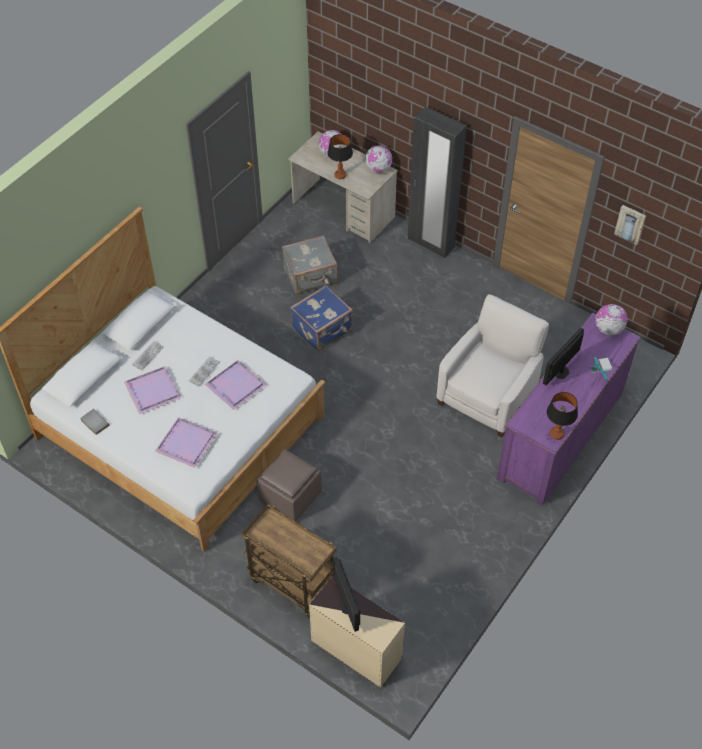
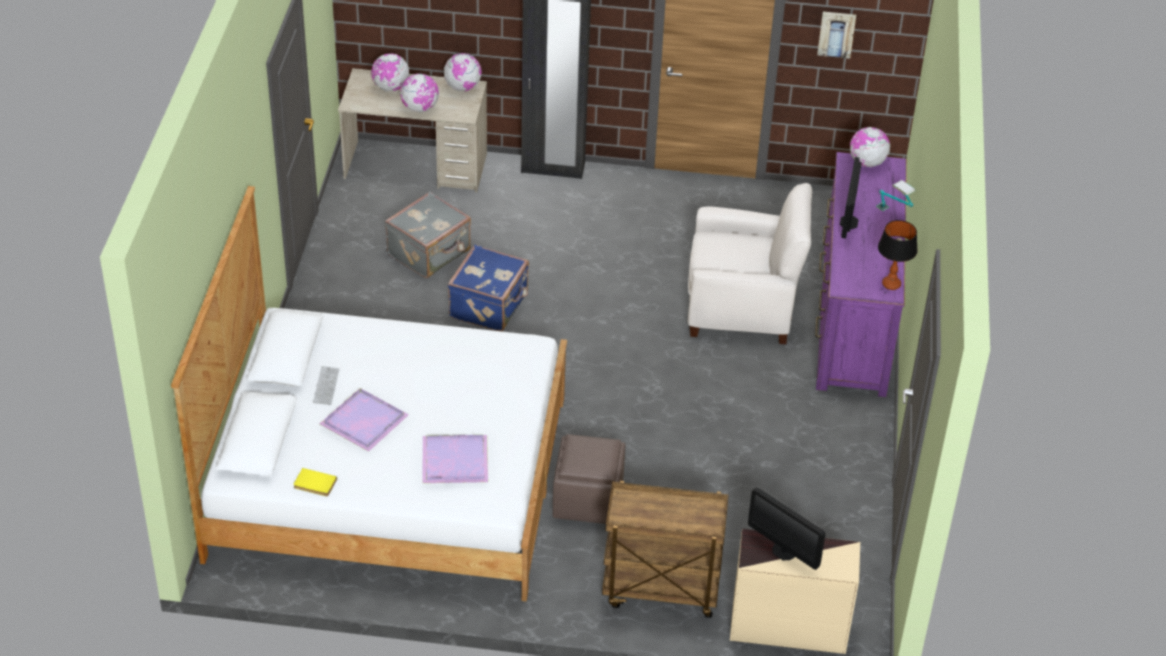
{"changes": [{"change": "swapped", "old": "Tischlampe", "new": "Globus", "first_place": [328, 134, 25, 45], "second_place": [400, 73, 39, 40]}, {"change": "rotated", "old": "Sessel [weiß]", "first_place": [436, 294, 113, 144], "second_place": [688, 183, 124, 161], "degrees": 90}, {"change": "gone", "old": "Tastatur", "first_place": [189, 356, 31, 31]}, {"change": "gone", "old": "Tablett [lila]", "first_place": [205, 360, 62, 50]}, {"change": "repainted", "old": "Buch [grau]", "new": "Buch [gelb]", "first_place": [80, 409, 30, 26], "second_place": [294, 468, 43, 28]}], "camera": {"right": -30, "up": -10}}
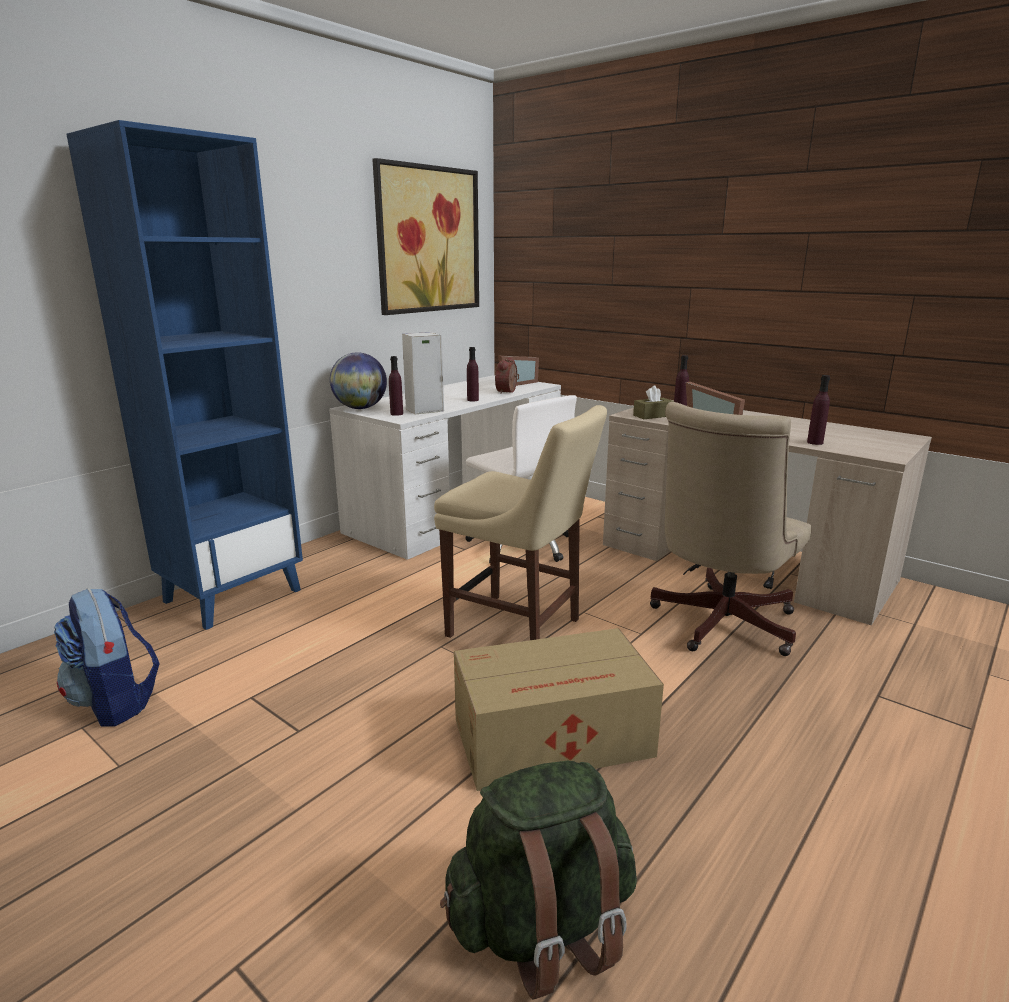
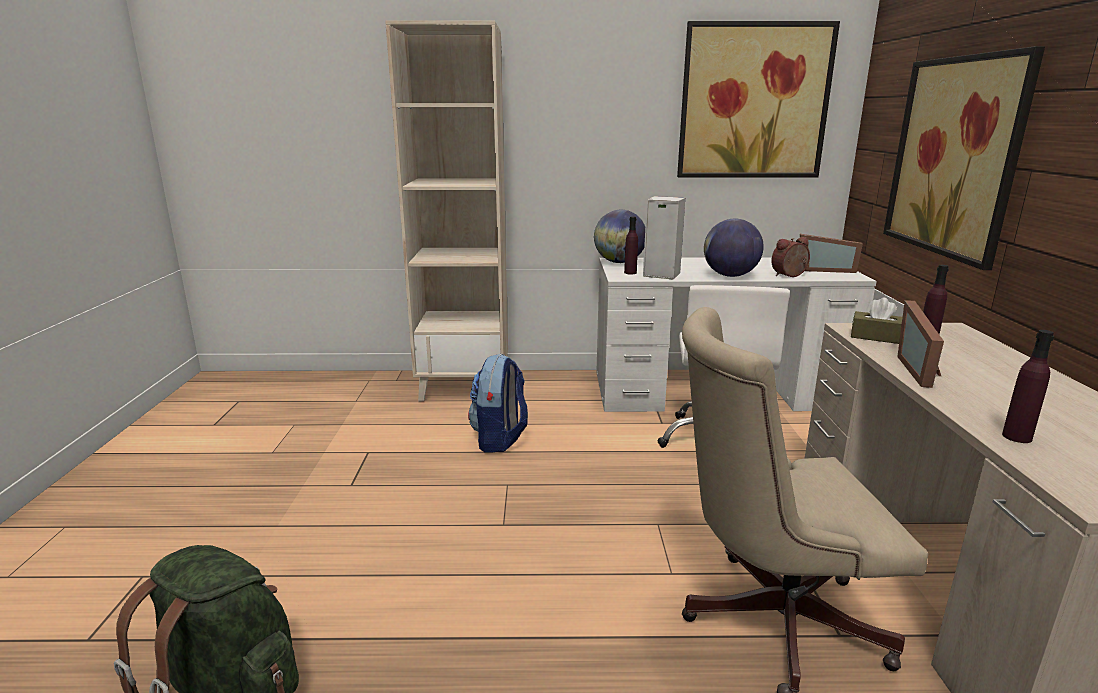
{"changes": [{"change": "repainted", "old": "Bücherregal [blau]", "new": "Bücherregal [beige]", "first_place": [66, 120, 237, 510], "second_place": [385, 20, 123, 382]}, {"change": "swapped", "old": "Flasche [lila]", "new": "Globus", "first_place": [467, 347, 12, 54], "second_place": [704, 219, 60, 58]}, {"change": "gone", "old": "Stuhl [beige]", "first_place": [434, 405, 173, 235]}, {"change": "shifted", "old": "Rucksack", "first_place": [54, 588, 106, 138], "second_place": [468, 354, 60, 99]}, {"change": "gone", "old": "Karton", "first_place": [454, 628, 210, 163]}, {"change": "new", "new": "Bild", "second_place": [883, 46, 162, 224]}], "camera": {"right": 50, "up": 0}}
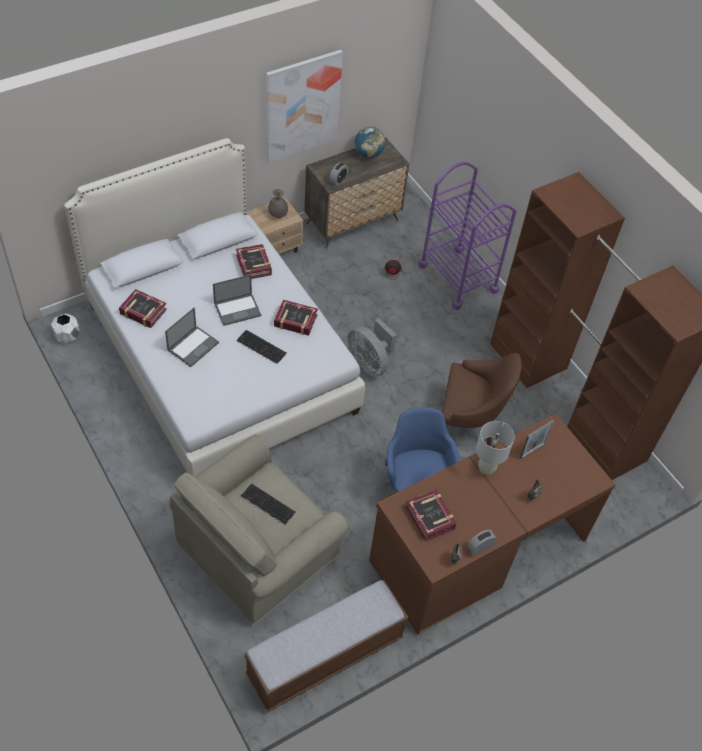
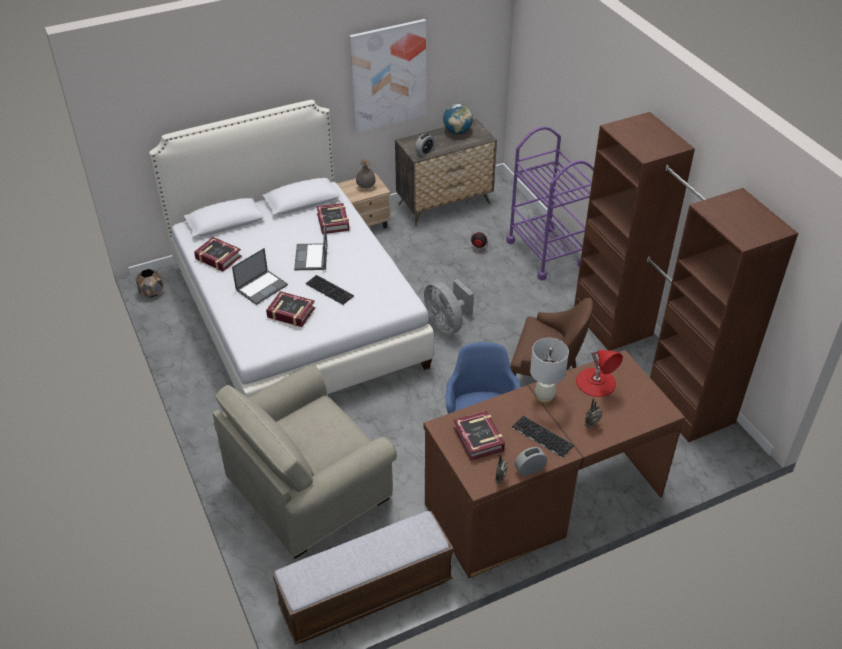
{"changes": [{"change": "rotated", "old": "Laptop", "first_place": [213, 275, 48, 51], "second_place": [294, 222, 33, 48], "degrees": 105}, {"change": "shifted", "old": "Buch", "first_place": [274, 300, 44, 36], "second_place": [266, 291, 49, 36]}, {"change": "repainted", "old": "Pflanzkübel [weiß]", "new": "Pflanzkübel [braun]", "first_place": [51, 313, 29, 30], "second_place": [136, 269, 28, 29]}, {"change": "swapped", "old": "Bilderrahmen", "new": "Tischlampe [rot]", "first_place": [520, 420, 34, 39], "second_place": [576, 349, 47, 48]}, {"change": "shifted", "old": "Tastatur", "first_place": [241, 483, 55, 42], "second_place": [512, 415, 62, 43]}], "camera": {"right": 10, "up": -10}}
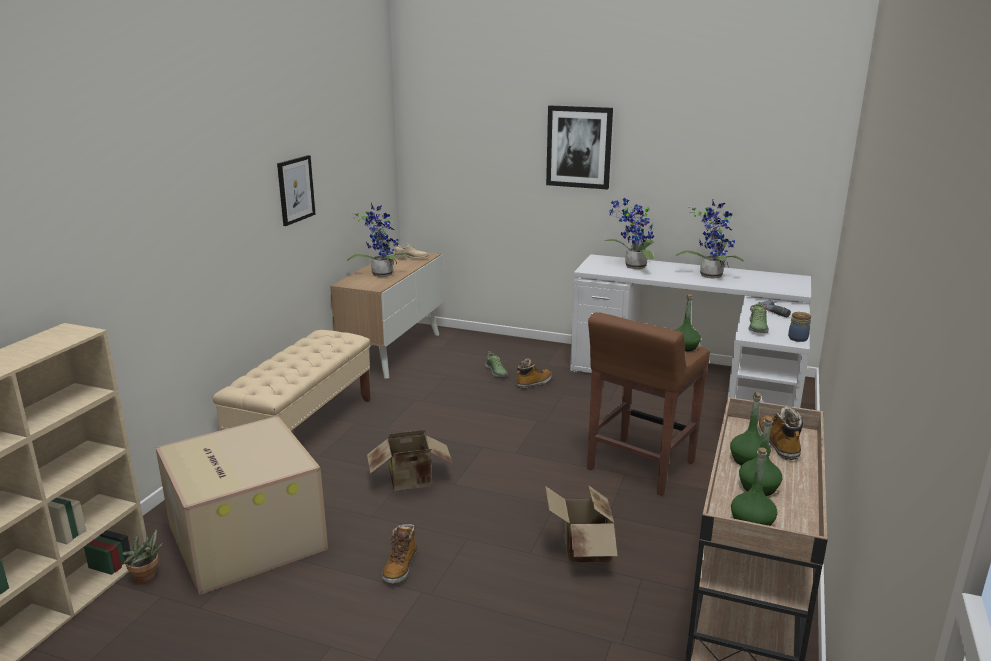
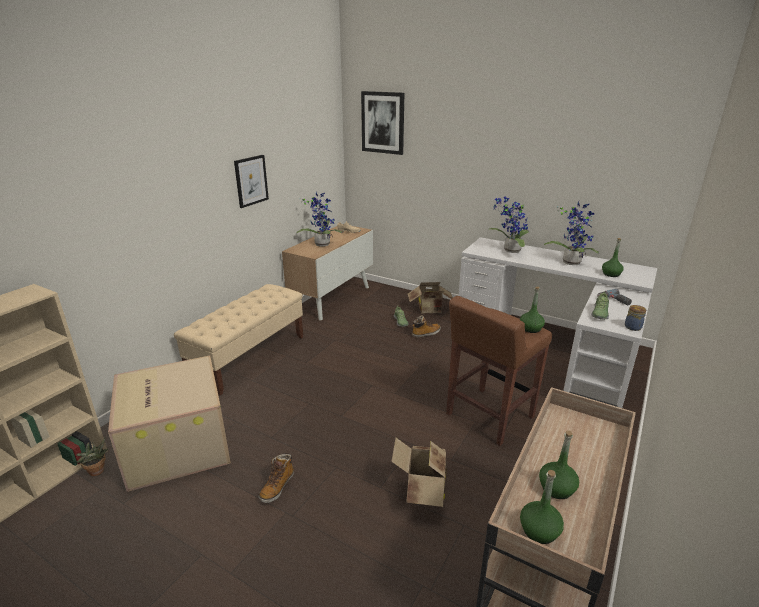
{"changes": [{"change": "shifted", "old": "Bild", "first_place": [546, 105, 67, 85], "second_place": [361, 91, 43, 64]}, {"change": "shifted", "old": "Flasche [grün]", "first_place": [730, 392, 41, 73], "second_place": [602, 238, 22, 39]}, {"change": "gone", "old": "Stiefel", "first_place": [758, 407, 45, 53]}, {"change": "shifted", "old": "Karton", "first_place": [367, 430, 86, 61], "second_place": [408, 282, 45, 31]}], "camera": {"right": 10, "up": 5}}
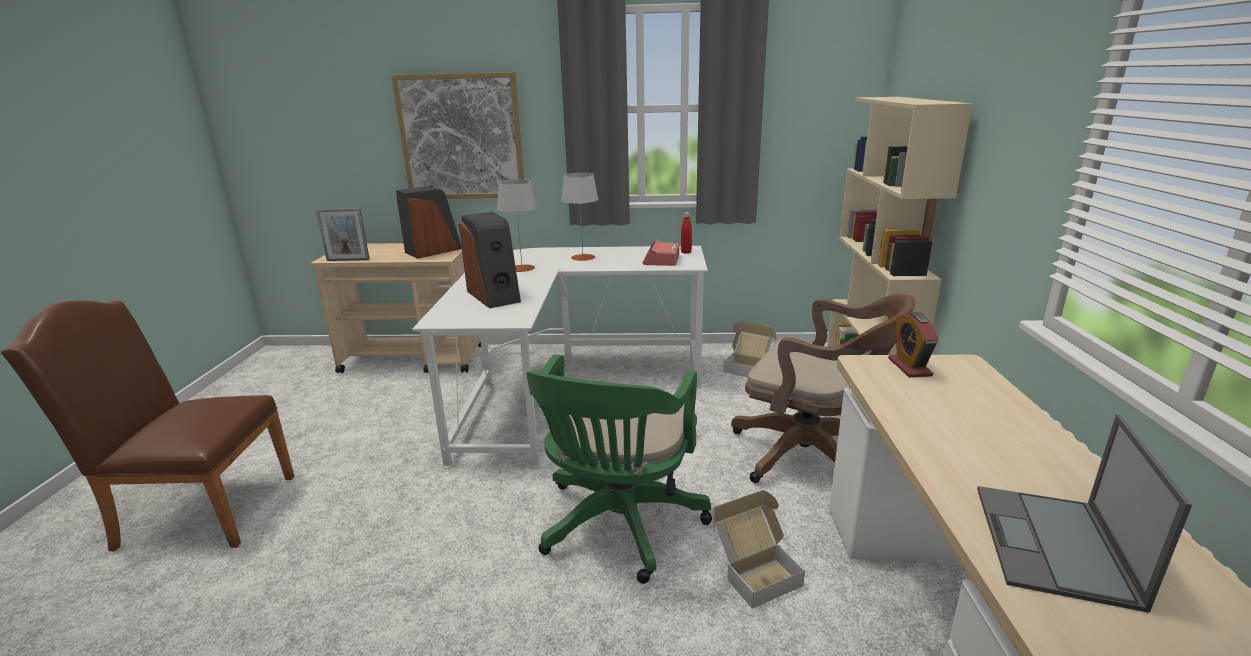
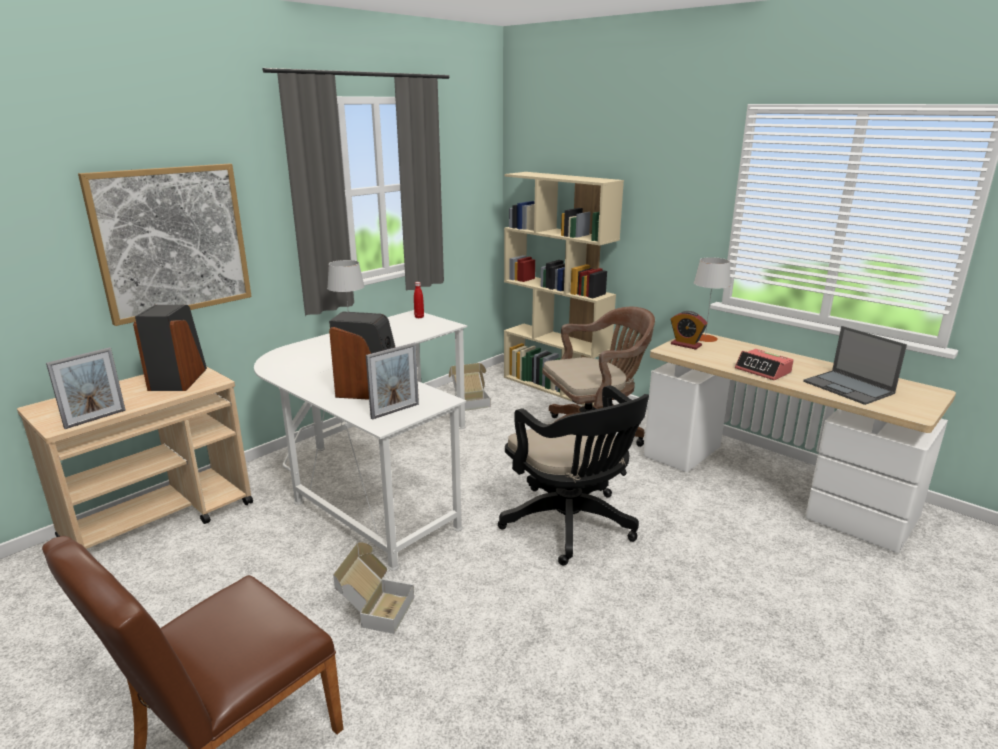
{"changes": [{"change": "shifted", "old": "Tischlampe [grau]", "first_place": [497, 179, 39, 93], "second_place": [694, 257, 37, 85]}, {"change": "shifted", "old": "Wecker", "first_place": [643, 240, 36, 26], "second_place": [735, 349, 59, 31]}, {"change": "repainted", "old": "Bürostuhl [grün]", "new": "Bürostuhl [schwarz]", "first_place": [526, 354, 186, 230], "second_place": [498, 385, 151, 180]}, {"change": "shifted", "old": "Karton", "first_place": [713, 490, 92, 119], "second_place": [333, 542, 81, 92]}, {"change": "new", "new": "Bilderrahmen", "second_place": [366, 343, 53, 77]}], "camera": {"right": -50, "up": 0}}
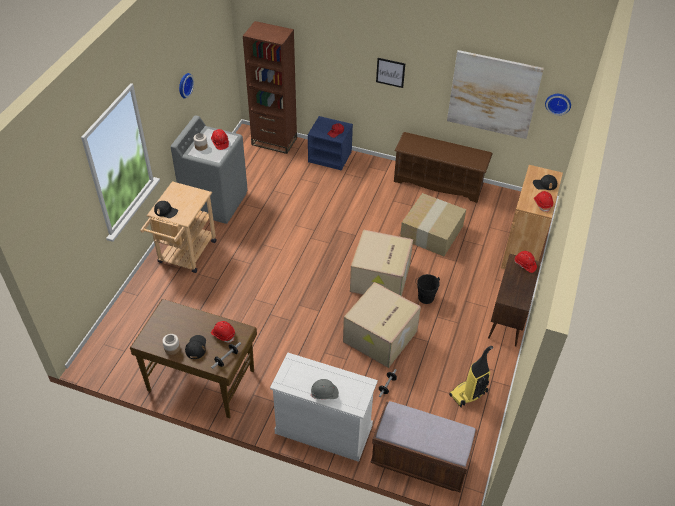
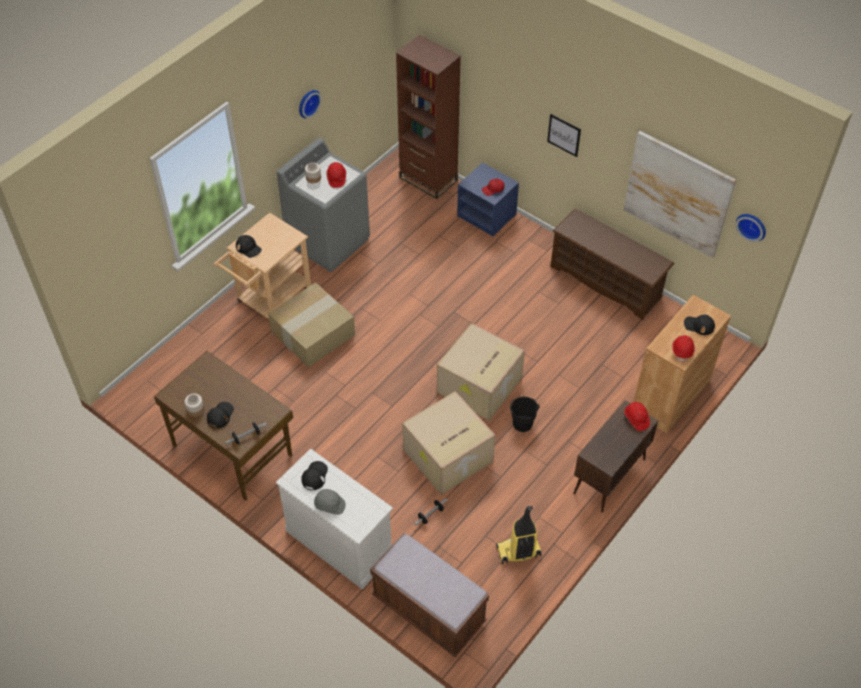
{"changes": [{"change": "shifted", "old": "Karton", "first_place": [400, 193, 66, 63], "second_place": [268, 282, 87, 85]}, {"change": "gone", "old": "Schutzhelm [rot]", "first_place": [211, 321, 24, 22]}, {"change": "new", "new": "Kappe [schwarz]", "second_place": [302, 461, 26, 29]}], "camera": {"right": 20, "up": 5}}
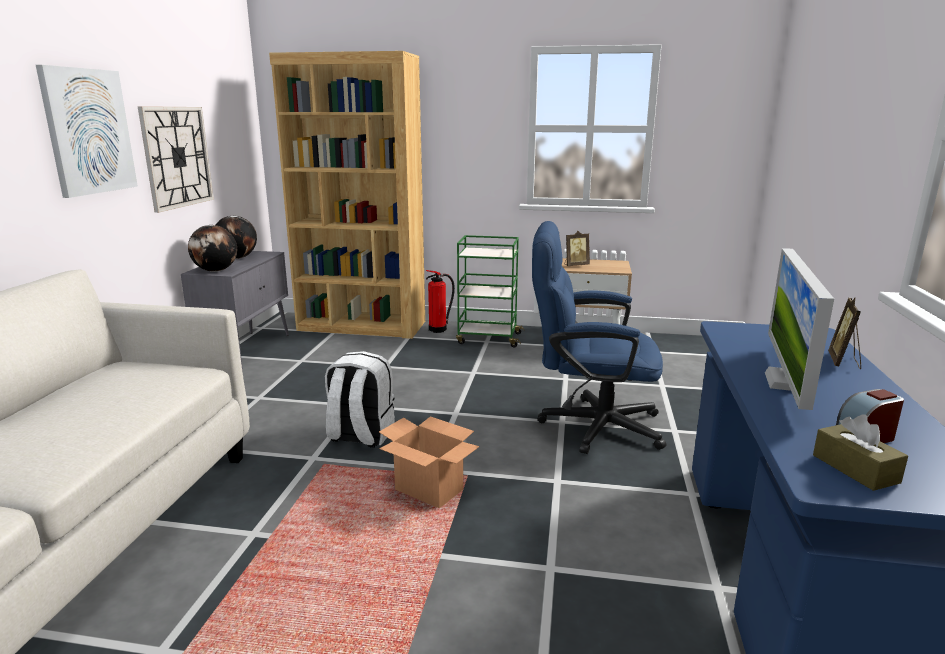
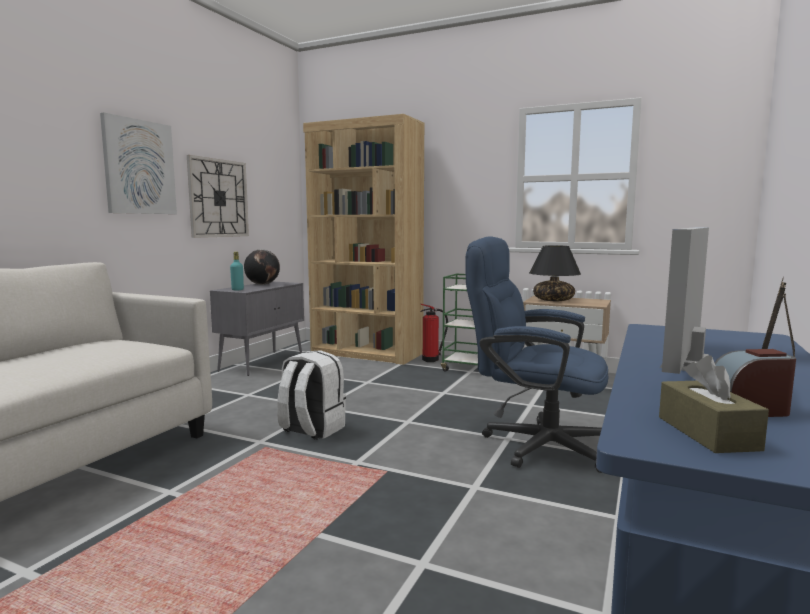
{"changes": [{"change": "swapped", "old": "Globus", "new": "Flasche [türkis]", "first_place": [188, 225, 49, 47], "second_place": [230, 252, 14, 38]}, {"change": "swapped", "old": "Bilderrahmen", "new": "Tischlampe [schwarz]", "first_place": [565, 231, 25, 35], "second_place": [529, 245, 52, 56]}, {"change": "gone", "old": "Karton", "first_place": [379, 416, 100, 92]}], "camera": {"right": 15, "up": -10}}
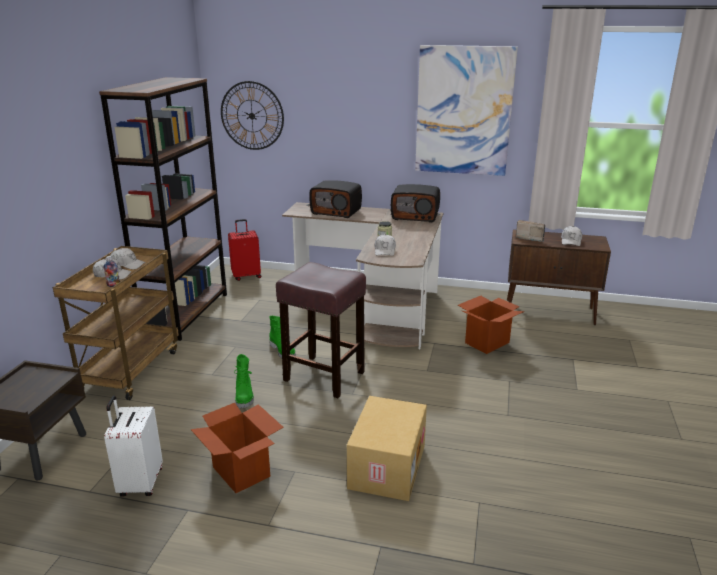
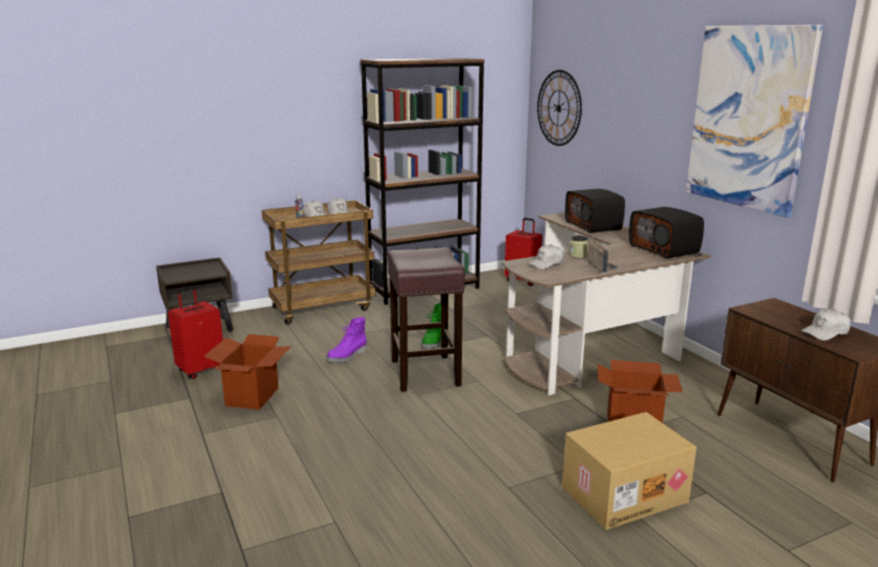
{"changes": [{"change": "shifted", "old": "Radio", "first_place": [516, 220, 29, 22], "second_place": [588, 239, 31, 34]}, {"change": "repainted", "old": "Stiefel [grün]", "new": "Stiefel [lila]", "first_place": [234, 354, 20, 54], "second_place": [326, 317, 41, 46]}, {"change": "repainted", "old": "Koffer [weiß]", "new": "Koffer [rot]", "first_place": [104, 396, 59, 101], "second_place": [168, 286, 55, 93]}, {"change": "shifted", "old": "Karton", "first_place": [347, 396, 80, 105], "second_place": [562, 412, 135, 118]}], "camera": {"right": 50, "up": -5}}
